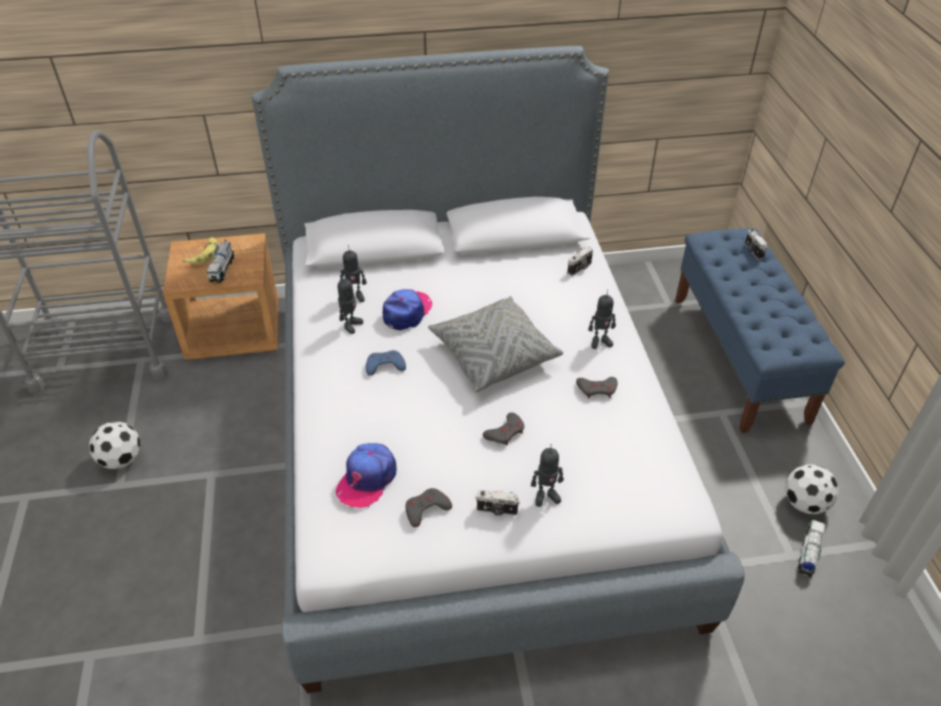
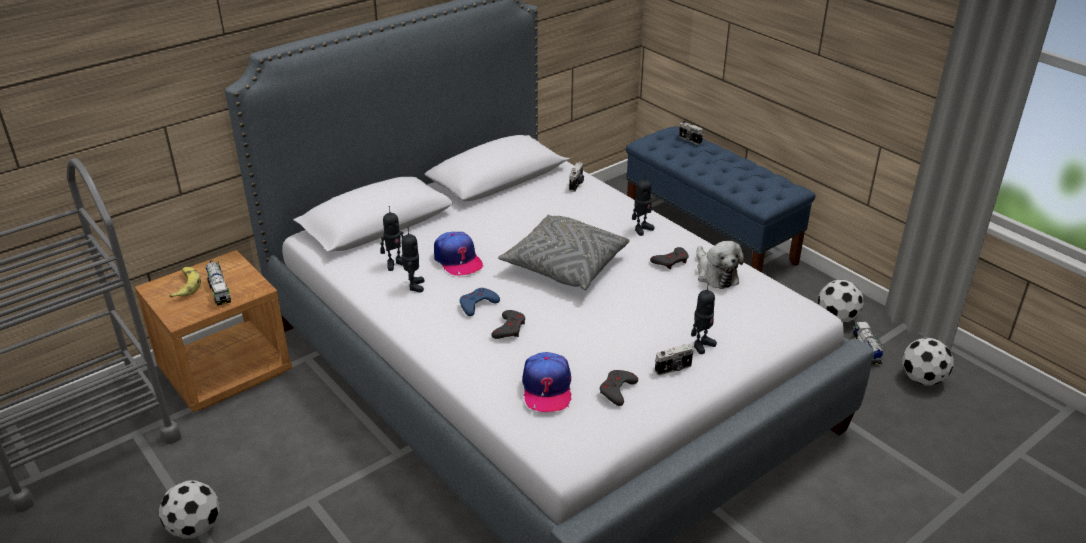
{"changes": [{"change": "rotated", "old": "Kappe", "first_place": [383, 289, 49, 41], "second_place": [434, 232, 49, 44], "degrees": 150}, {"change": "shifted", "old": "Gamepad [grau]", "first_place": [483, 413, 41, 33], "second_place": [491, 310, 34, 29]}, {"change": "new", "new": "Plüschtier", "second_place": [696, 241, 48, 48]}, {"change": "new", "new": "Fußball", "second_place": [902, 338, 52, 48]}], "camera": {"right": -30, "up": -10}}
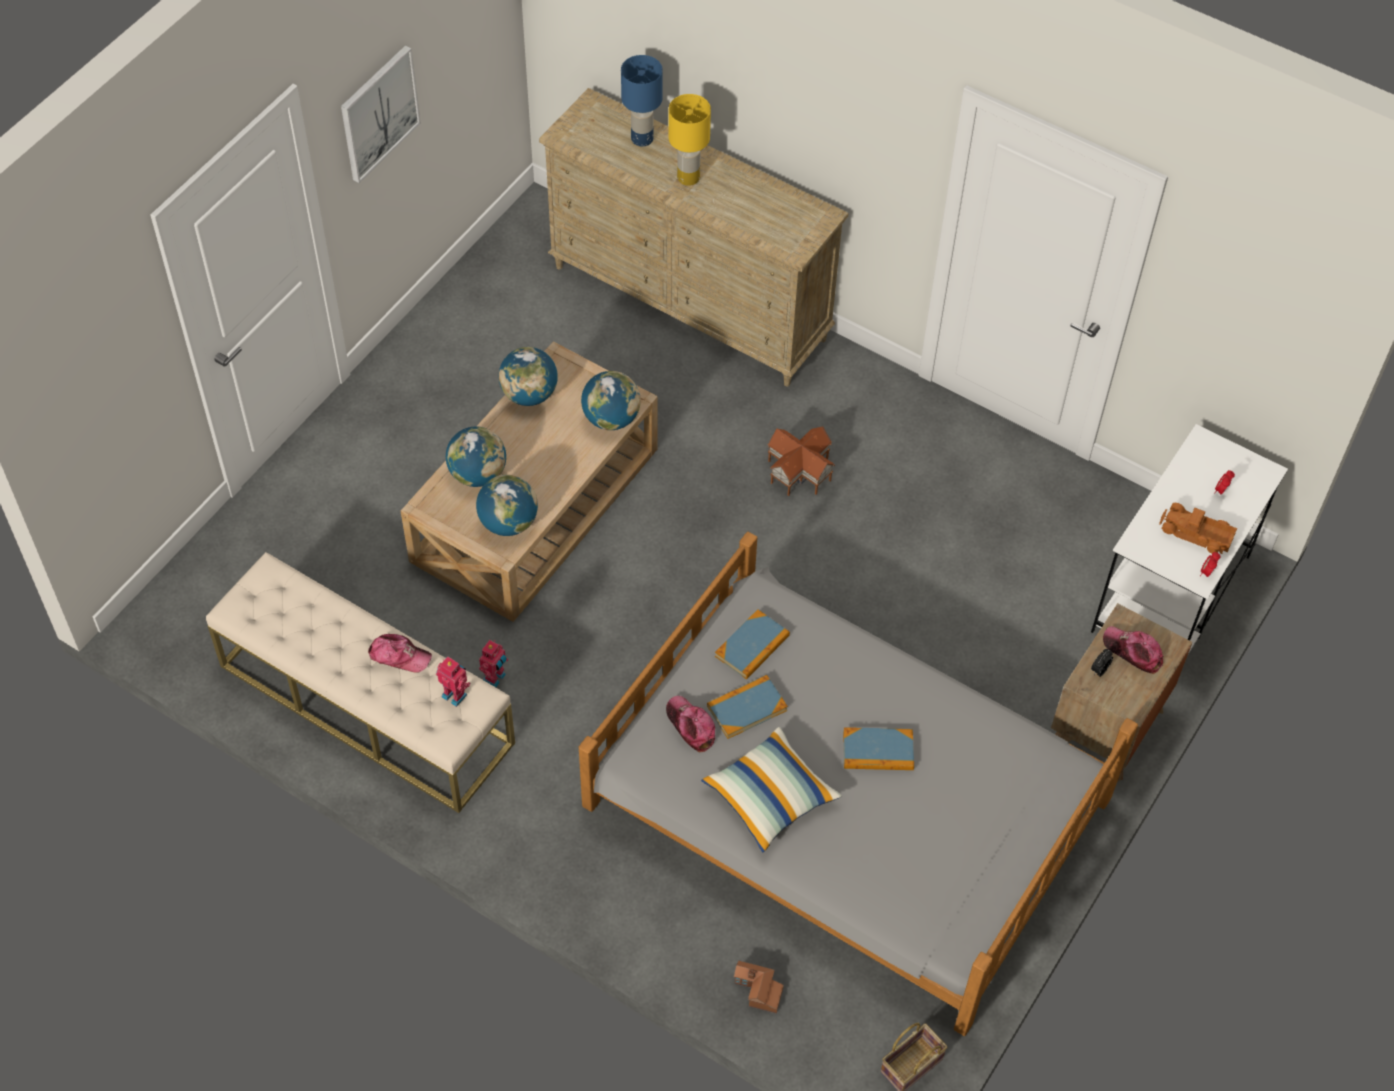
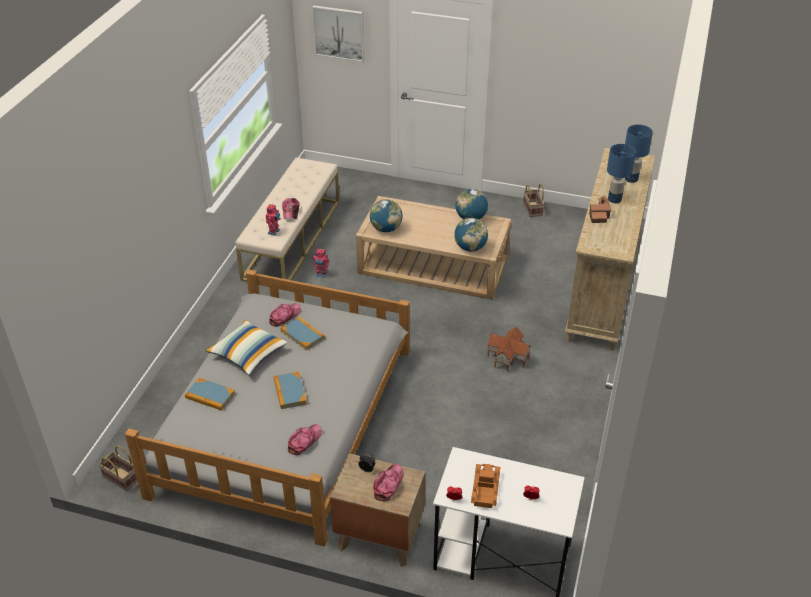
{"changes": [{"change": "shifted", "old": "Bild", "first_place": [341, 45, 80, 138], "second_place": [312, 5, 53, 57]}, {"change": "repainted", "old": "Tischlampe [gelb]", "new": "Tischlampe [blau]", "first_place": [668, 94, 43, 92], "second_place": [607, 144, 29, 59]}, {"change": "gone", "old": "Globus", "first_place": [446, 427, 60, 60]}, {"change": "shifted", "old": "Buch", "first_place": [715, 609, 75, 70], "second_place": [185, 378, 50, 33]}, {"change": "shifted", "old": "Spielzeughaus", "first_place": [734, 960, 50, 54], "second_place": [589, 195, 23, 28]}, {"change": "new", "new": "Korb", "second_place": [523, 184, 22, 33]}, {"change": "new", "new": "Kappe", "second_place": [288, 424, 34, 31]}], "camera": {"right": 75, "up": -15}}
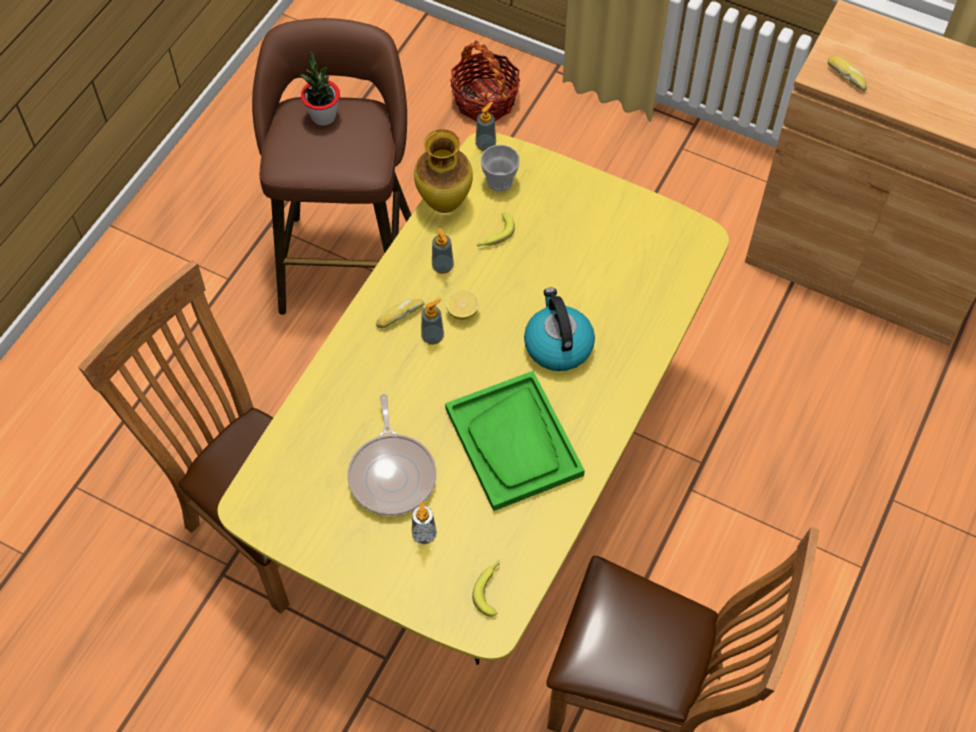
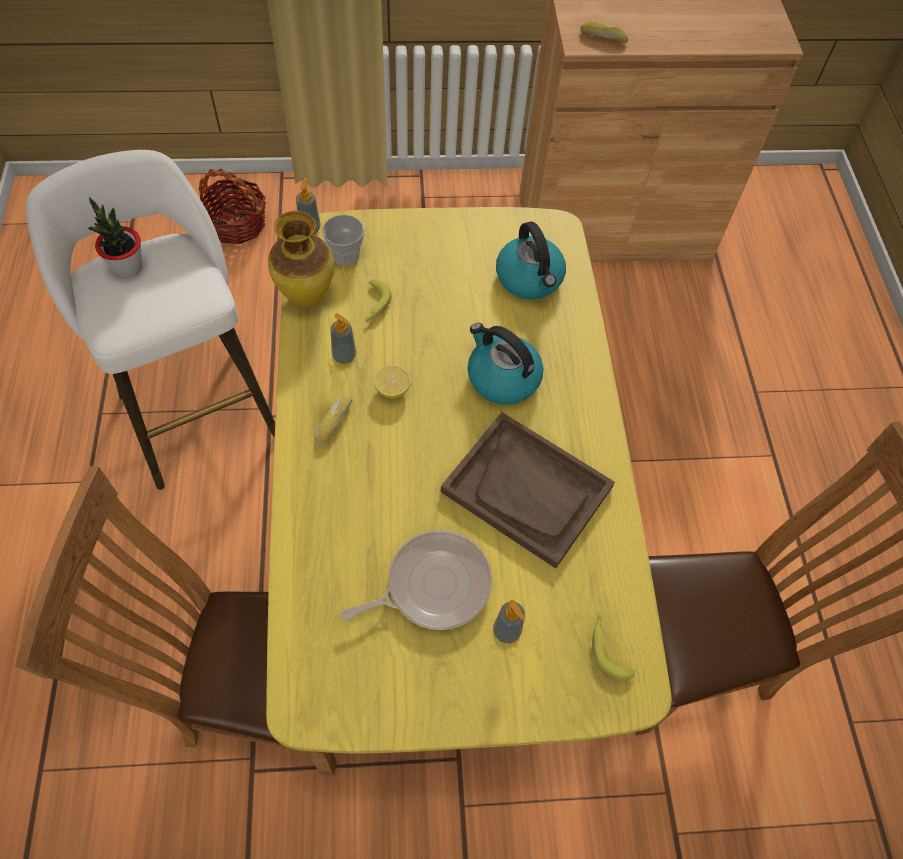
{"changes": [{"change": "repainted", "old": "Hocker [braun]", "new": "Hocker [weiß]", "first_place": [252, 18, 159, 297], "second_place": [25, 150, 250, 340]}, {"change": "gone", "old": "Seifenspender", "first_place": [421, 299, 23, 46]}, {"change": "repainted", "old": "Tablett [grün]", "new": "Tablett [braun]", "first_place": [445, 371, 140, 140], "second_place": [441, 412, 174, 157]}, {"change": "rotated", "old": "Pfanne", "first_place": [347, 394, 89, 122], "second_place": [340, 530, 152, 100], "degrees": -75}, {"change": "new", "new": "Wasserkessel", "second_place": [496, 221, 70, 78]}], "camera": {"right": -35, "up": 0}}
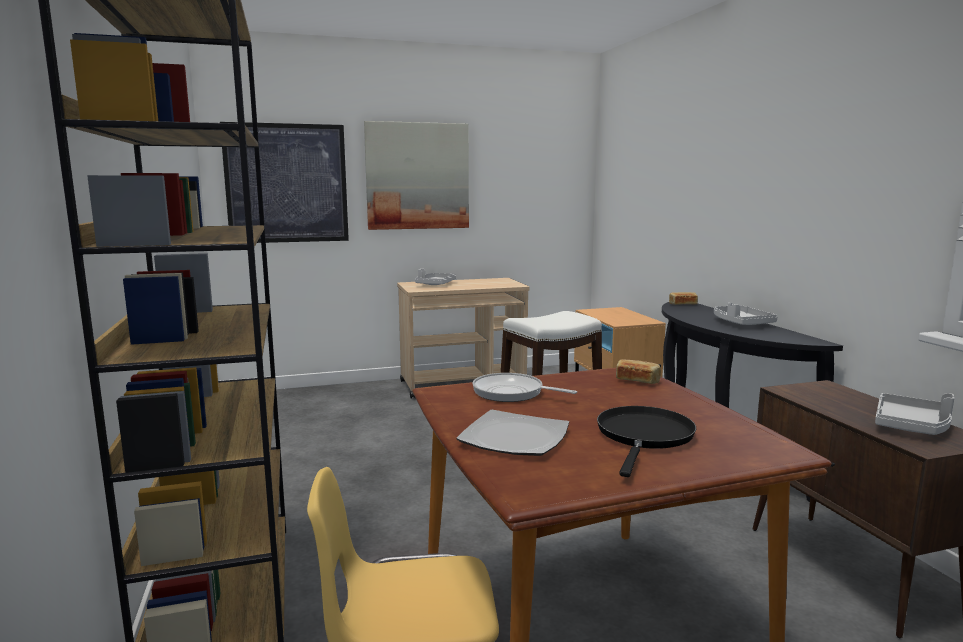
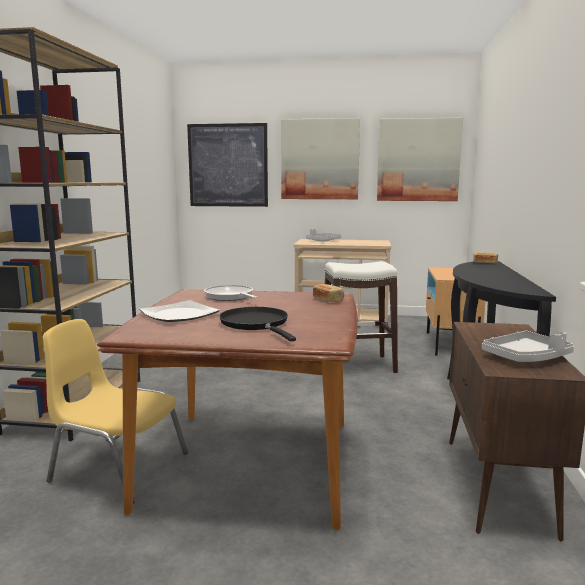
{"changes": [{"change": "gone", "old": "Tablett [grau]", "first_place": [714, 303, 63, 22]}, {"change": "rotated", "old": "Pfanne [schwarz]", "first_place": [597, 406, 99, 71], "second_place": [219, 307, 77, 34], "degrees": -75}, {"change": "new", "new": "Bild", "second_place": [377, 117, 86, 84]}], "camera": {"right": 25, "up": 0}}
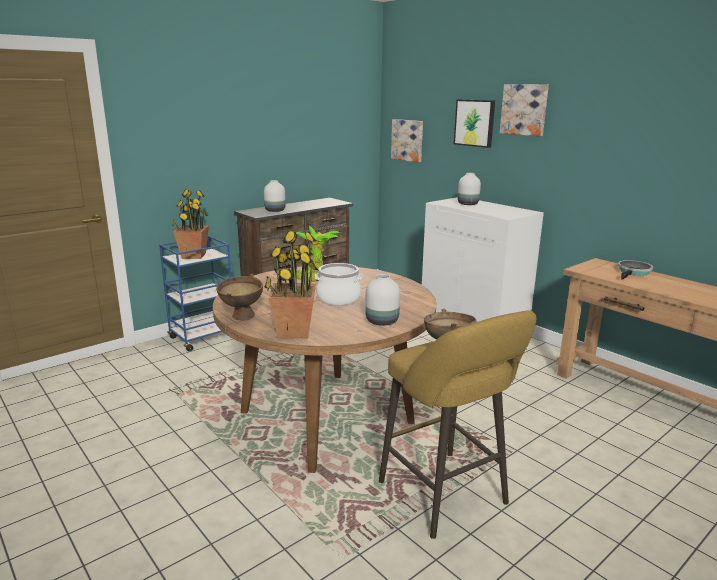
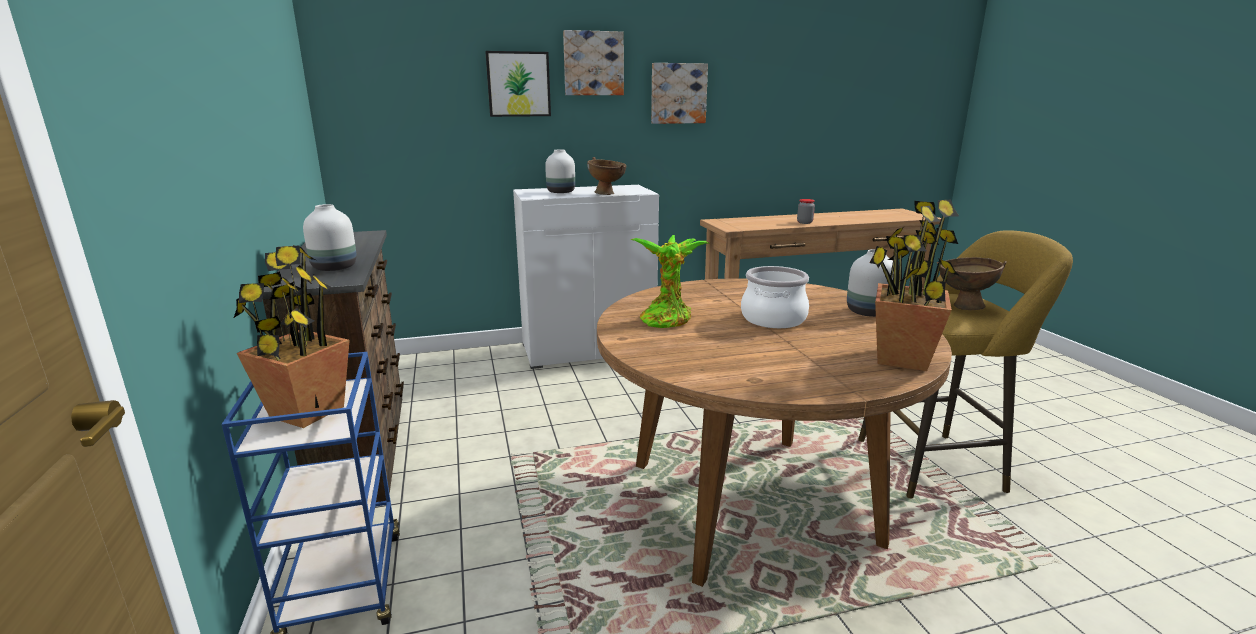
{"changes": [{"change": "shifted", "old": "Bild", "first_place": [391, 119, 32, 43], "second_place": [651, 63, 57, 61]}, {"change": "gone", "old": "Pfanne", "first_place": [618, 260, 35, 20]}, {"change": "shifted", "old": "Schüssel [braun]", "first_place": [216, 274, 47, 46], "second_place": [587, 157, 39, 38]}, {"change": "new", "new": "Vorratsglas", "second_place": [797, 199, 18, 25]}], "camera": {"right": -65, "up": 0}}
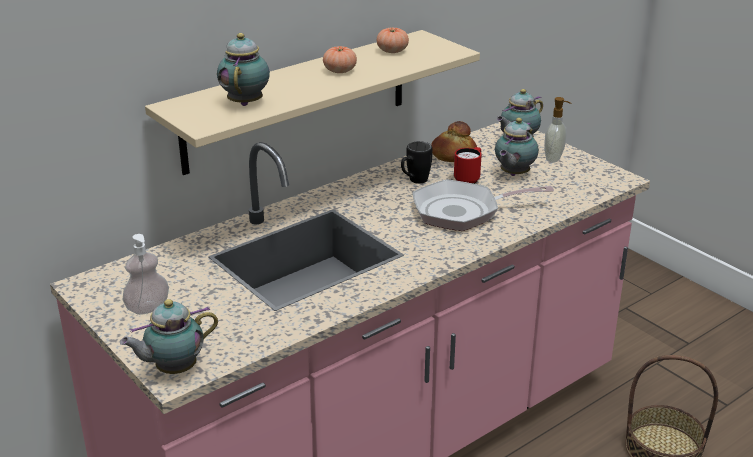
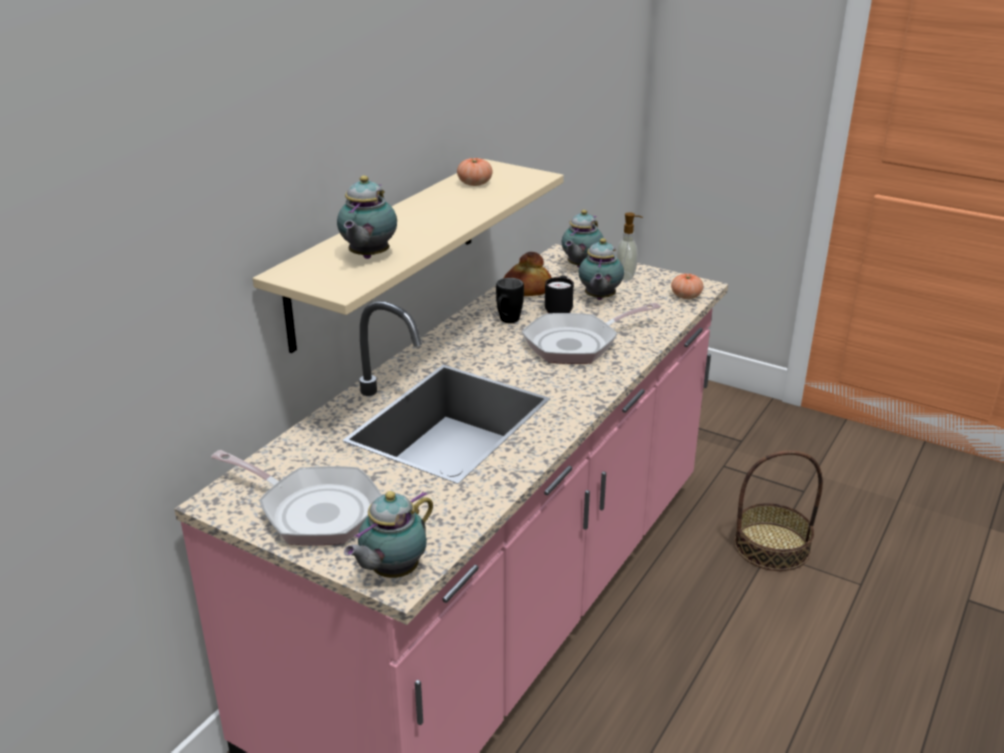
{"changes": [{"change": "rotated", "old": "Teekanne", "first_place": [217, 33, 53, 73], "second_place": [337, 176, 60, 83], "degrees": -150}, {"change": "shifted", "old": "Tomate", "first_place": [323, 46, 34, 27], "second_place": [671, 274, 32, 25]}, {"change": "repainted", "old": "Henkelbecher [rot]", "new": "Henkelbecher [schwarz]", "first_place": [454, 147, 28, 37], "second_place": [545, 275, 29, 38]}, {"change": "swapped", "old": "Seifenspender", "new": "Pfanne", "first_place": [122, 234, 47, 81], "second_place": [211, 450, 171, 95]}], "camera": {"right": -20, "up": 0}}
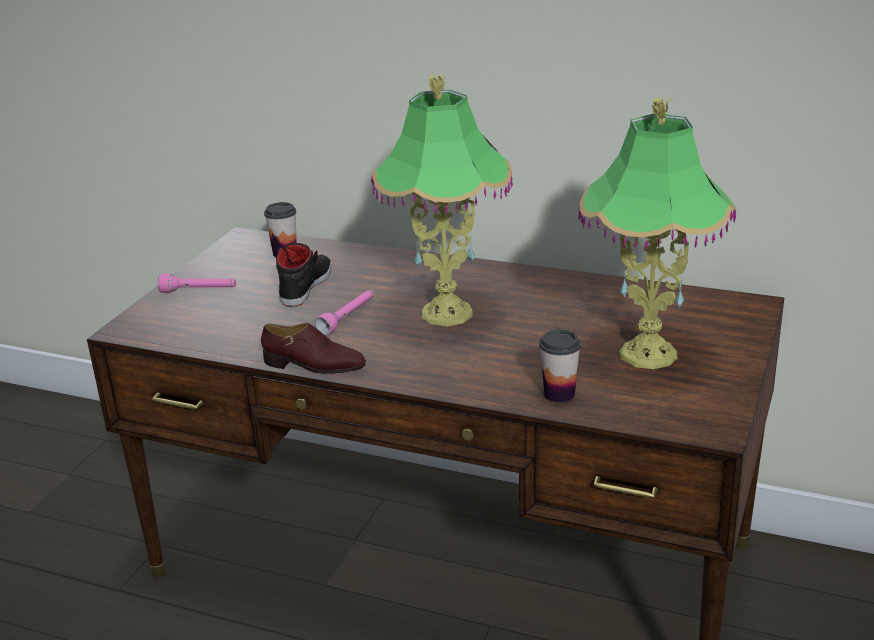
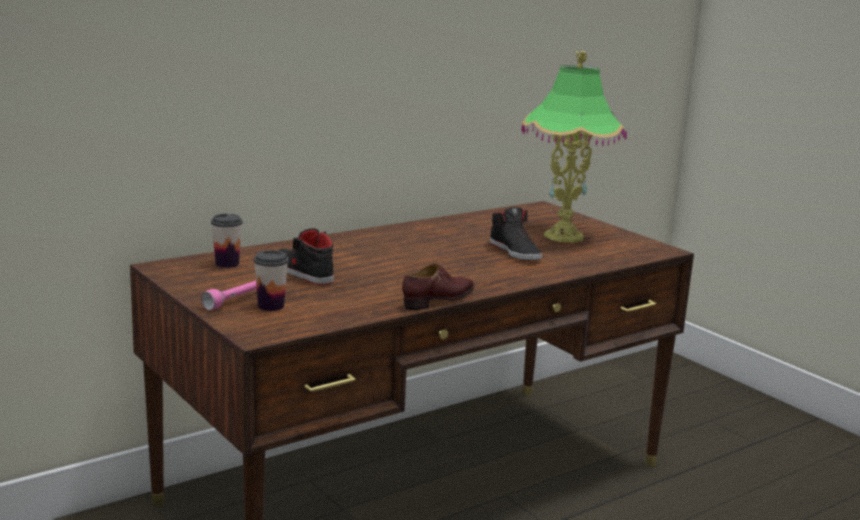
{"changes": [{"change": "gone", "old": "Tischlampe", "first_place": [371, 74, 142, 252]}, {"change": "gone", "old": "Taschenlampe [rosa]", "first_place": [315, 290, 59, 46]}, {"change": "shifted", "old": "Tasse", "first_place": [539, 330, 42, 72], "second_place": [254, 250, 35, 61]}, {"change": "new", "new": "Schuh [schwarz]", "second_place": [490, 207, 52, 53]}], "camera": {"right": -60, "up": -10}}
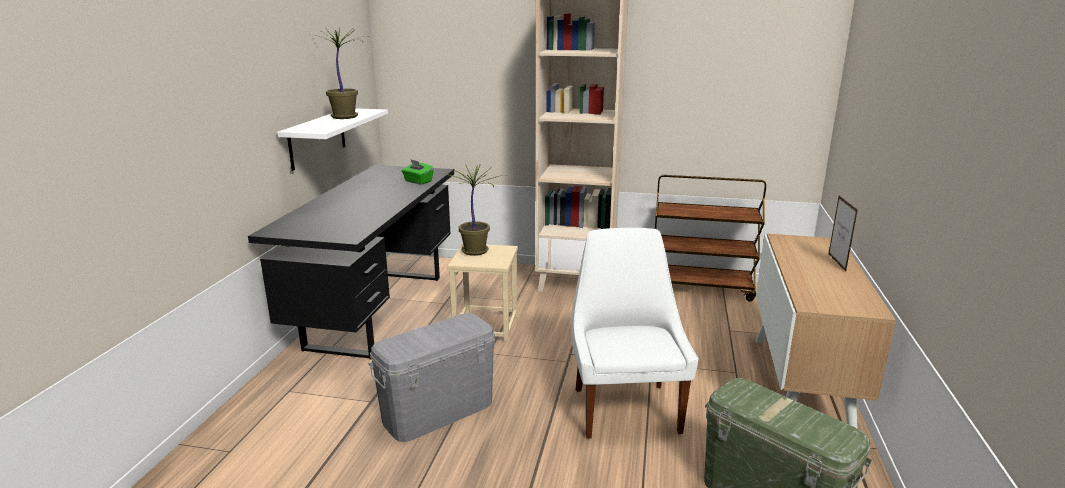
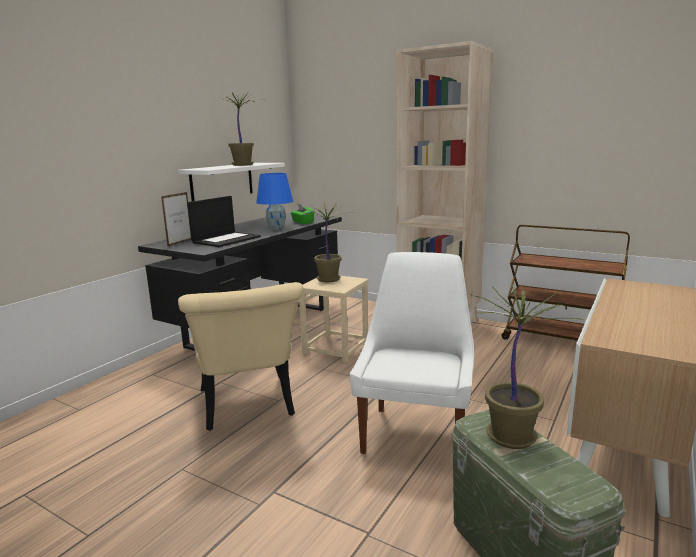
{"changes": [{"change": "shifted", "old": "Bilderrahmen", "first_place": [829, 196, 29, 76], "second_place": [161, 192, 31, 54]}, {"change": "swapped", "old": "Aufbewahrungsbox [grau]", "new": "Stuhl [beige]", "first_place": [368, 313, 128, 129], "second_place": [178, 282, 125, 149]}, {"change": "new", "new": "Tischlampe [blau]", "second_place": [256, 173, 37, 57]}, {"change": "new", "new": "Laptop", "second_place": [187, 196, 74, 51]}, {"change": "new", "new": "Topfpflanze", "second_place": [469, 283, 115, 166]}], "camera": {"right": 20, "up": -5}}
